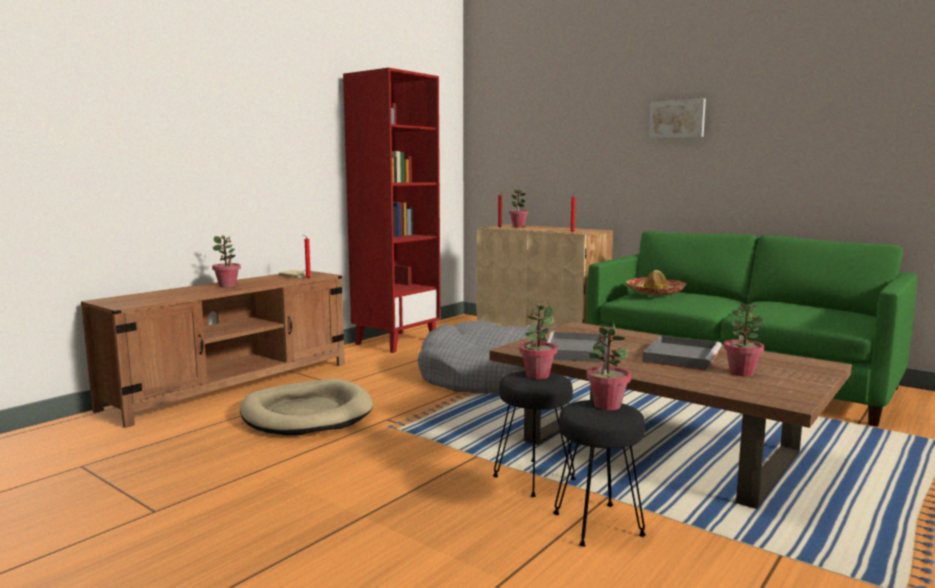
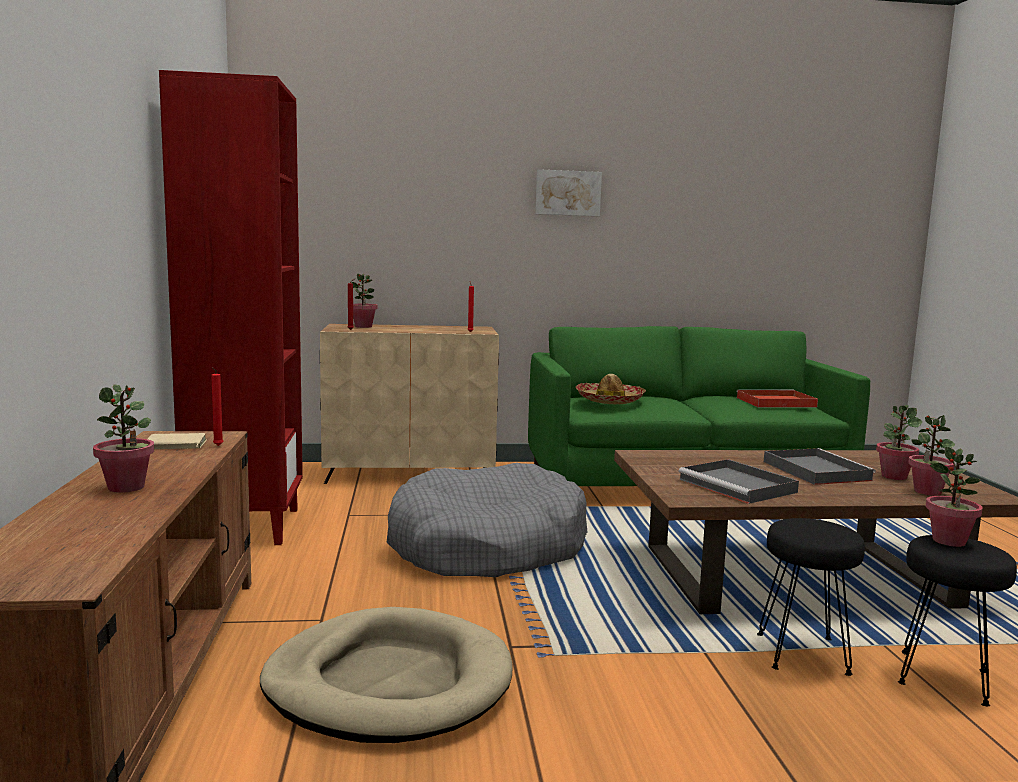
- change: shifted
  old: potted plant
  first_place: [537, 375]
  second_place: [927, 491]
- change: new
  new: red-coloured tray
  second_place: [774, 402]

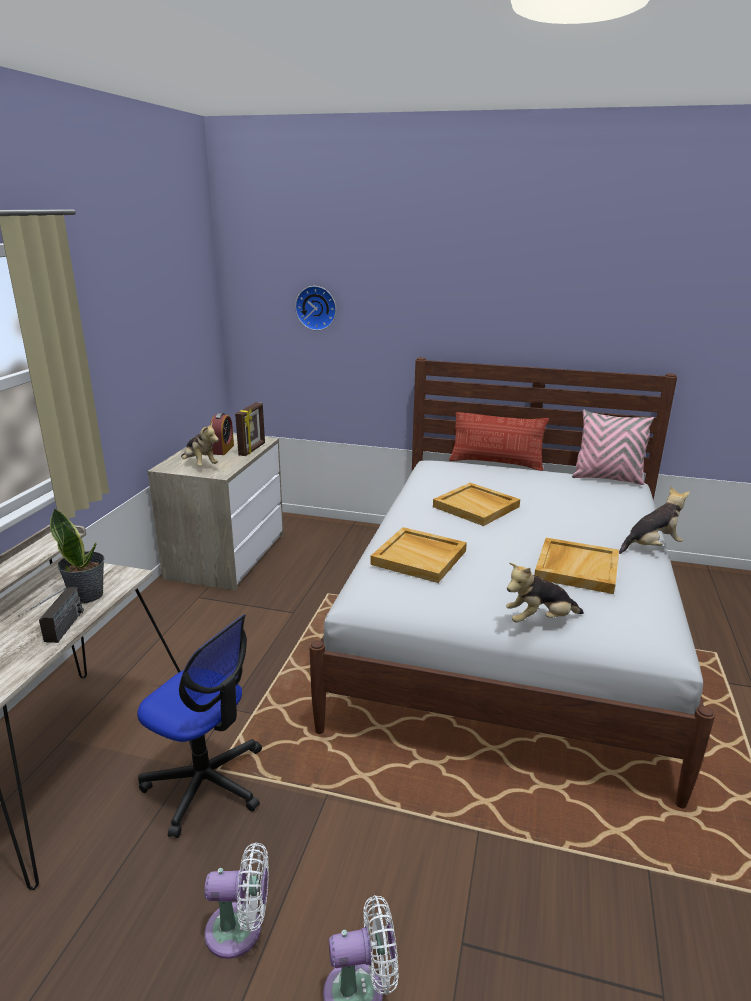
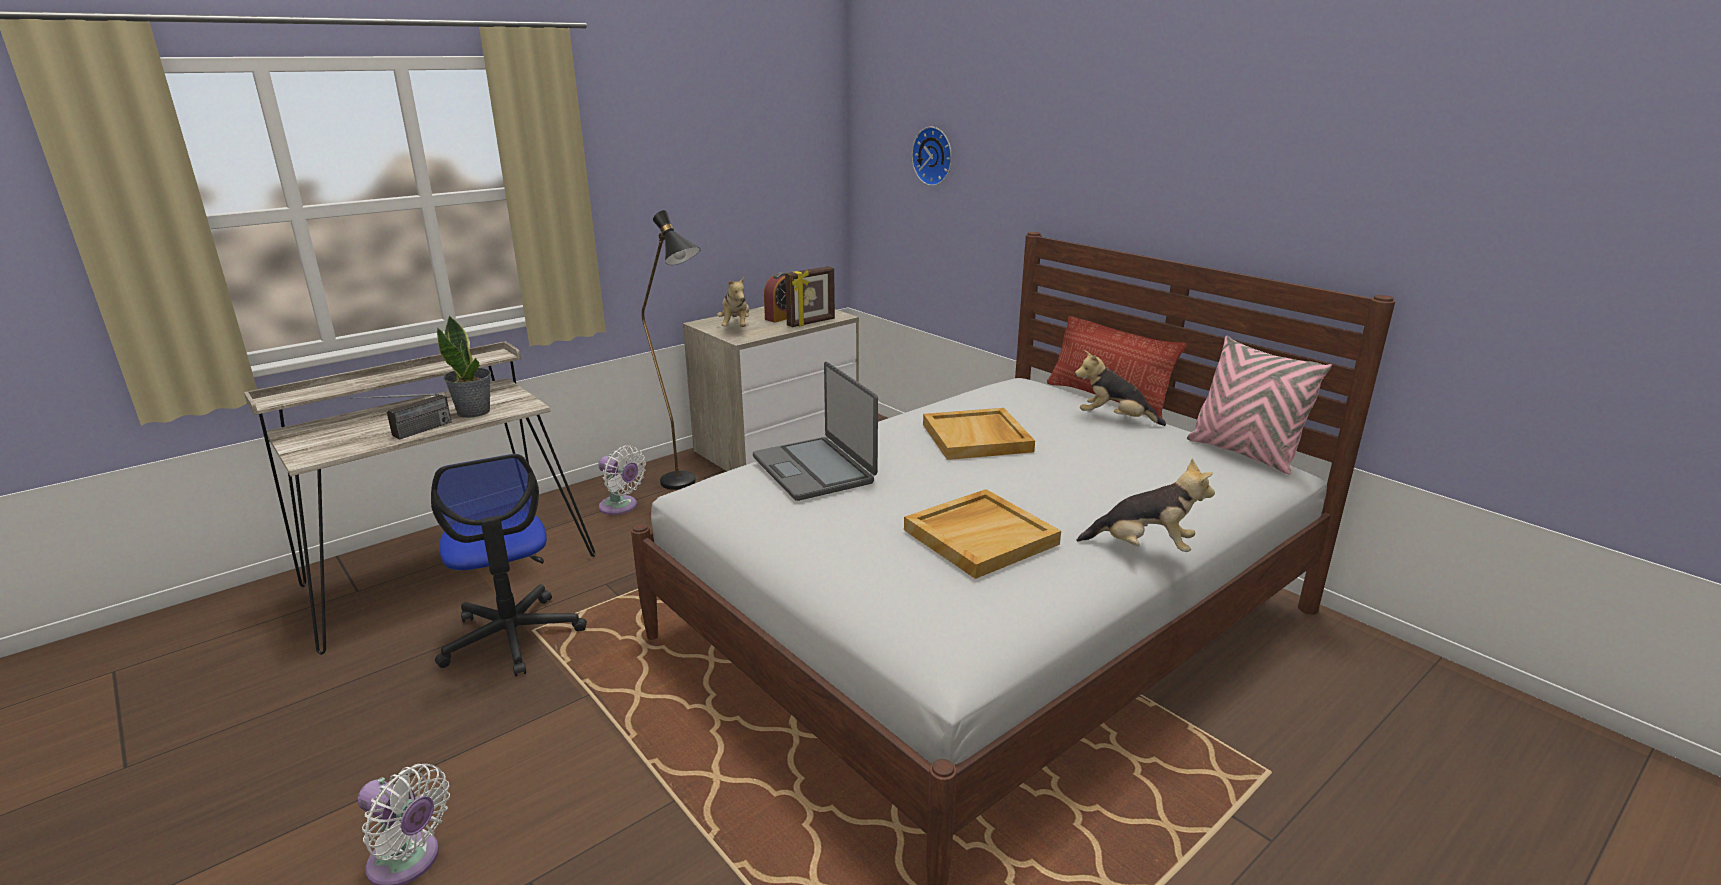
- change: swapped
  old: beige-coloured tray
  new: notebook computer
  first_place: [420, 557]
  second_place: [814, 469]
- change: shifted
  old: soft toy
  first_place: [539, 620]
  second_place: [1114, 419]
- change: shifted
  old: whitish electric fan
  first_place: [240, 930]
  second_place: [621, 507]
- change: new
  new: black standard lamp
  second_place: [686, 485]

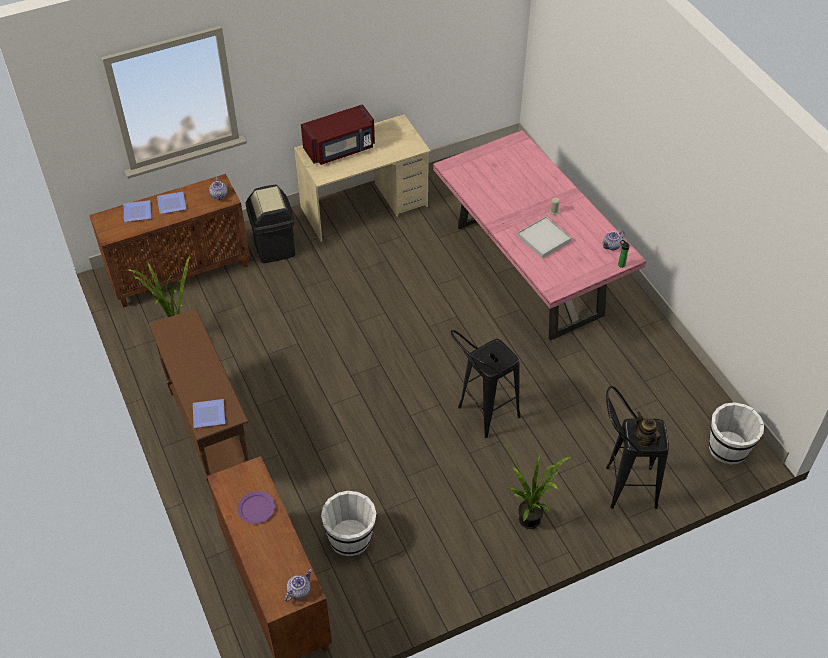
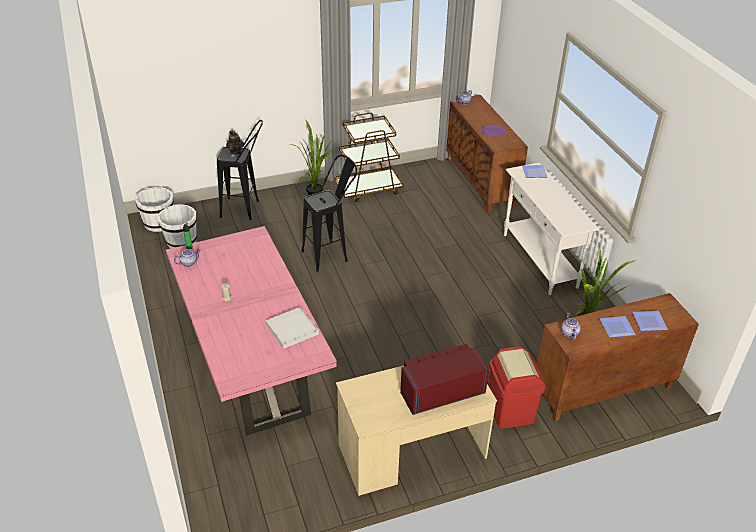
- change: repainted
  old: black waste bin
  new: red-coloured waste bin
  first_place: [275, 247]
  second_place: [509, 410]
- change: shifted
  old: whitish tray
  first_place: [544, 239]
  second_place: [292, 329]
- change: repainted
  old: brown-coloured console table
  new: whitish console table
  first_place: [210, 432]
  second_place: [539, 261]
- change: shifted
  old: whitish bucket
  first_place: [350, 538]
  second_place: [181, 241]
- change: new
  new: brown-coloured trolley
  second_place: [369, 189]

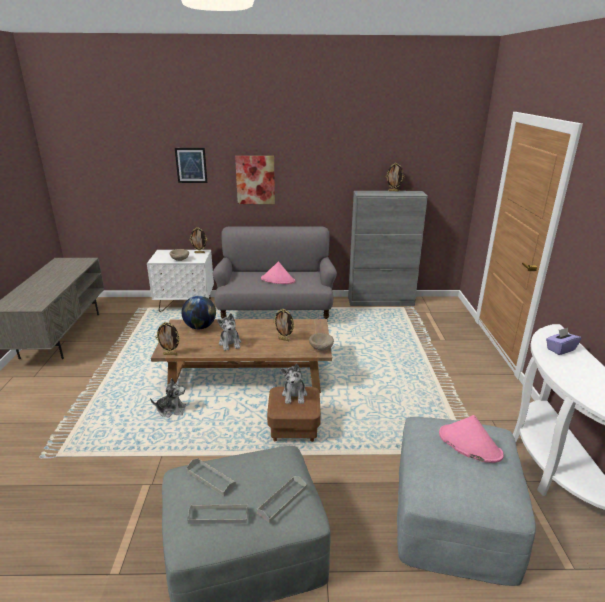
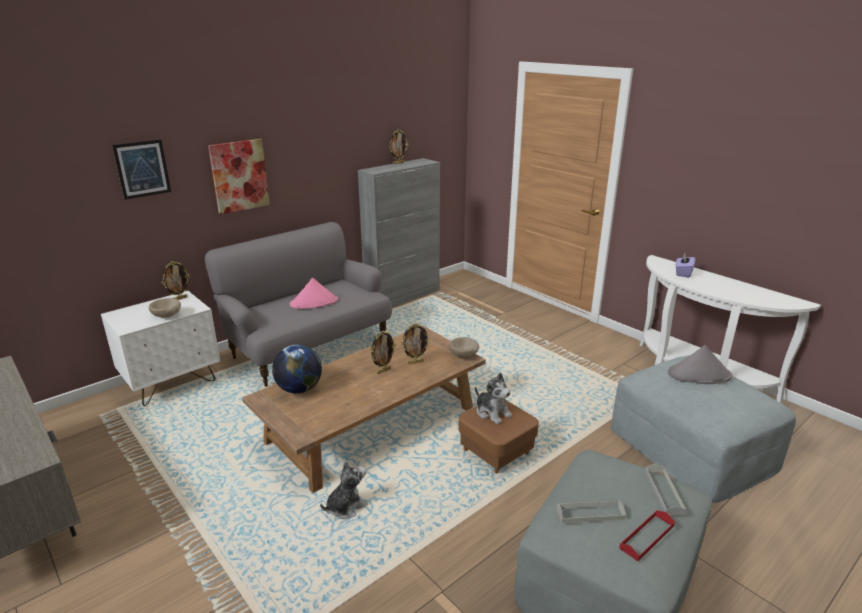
- change: gone
  old: soft toy
  first_place: [230, 343]
- change: shifted
  old: photo frame
  first_place: [170, 354]
  second_place: [383, 370]
- change: repainted
  old: pinkish clothing hat
  new: grey clothing hat
  first_place: [469, 444]
  second_place: [699, 375]
- change: repainted
  old: grey tray
  new: red-coloured tray
  first_place: [218, 515]
  second_place: [647, 537]

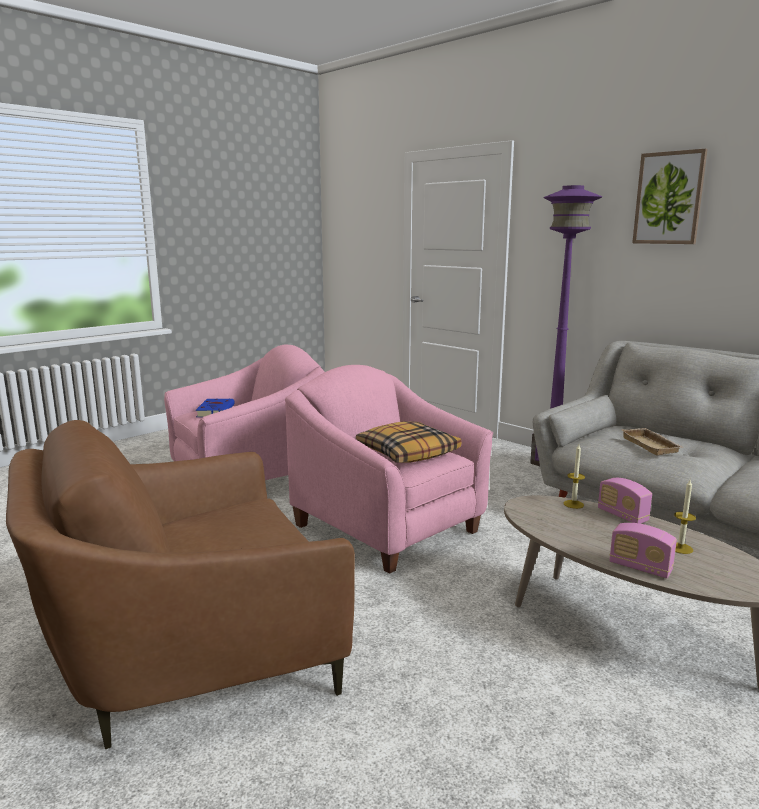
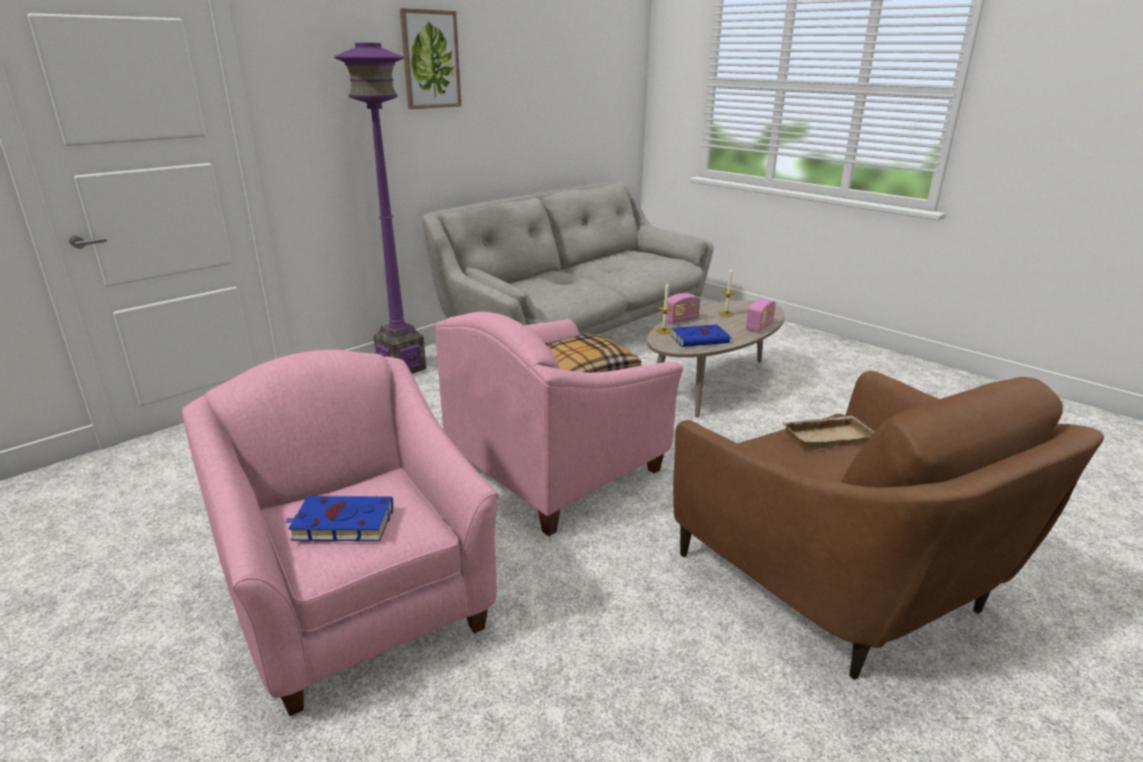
- change: shifted
  old: beige-coloured tray
  first_place: [652, 445]
  second_place: [827, 436]
- change: new
  new: bluish volume
  second_place: [701, 339]

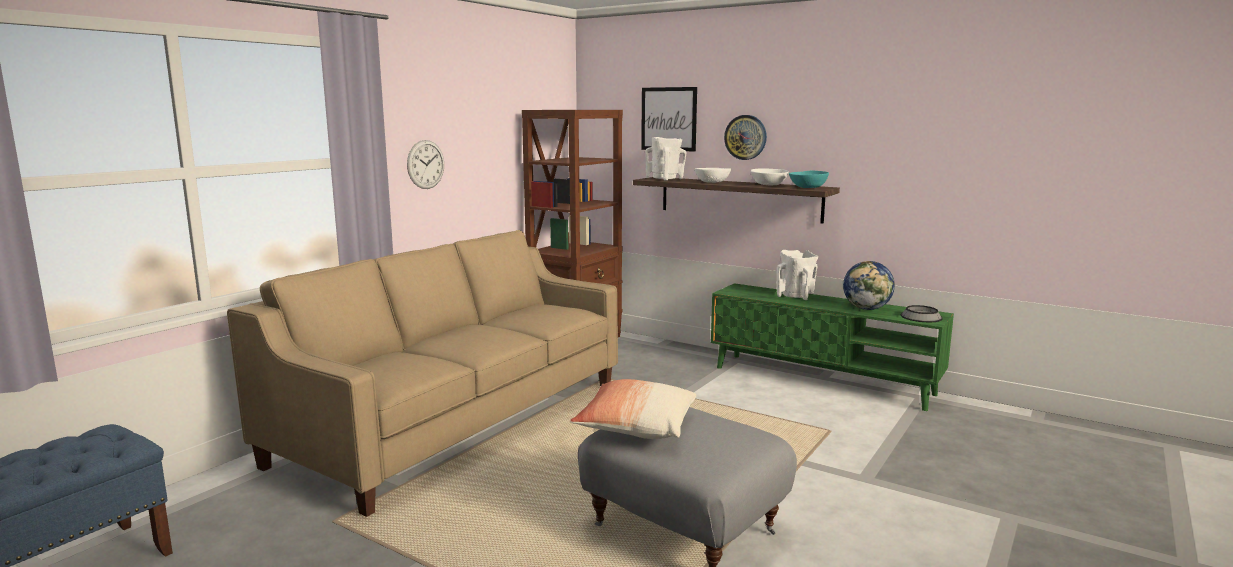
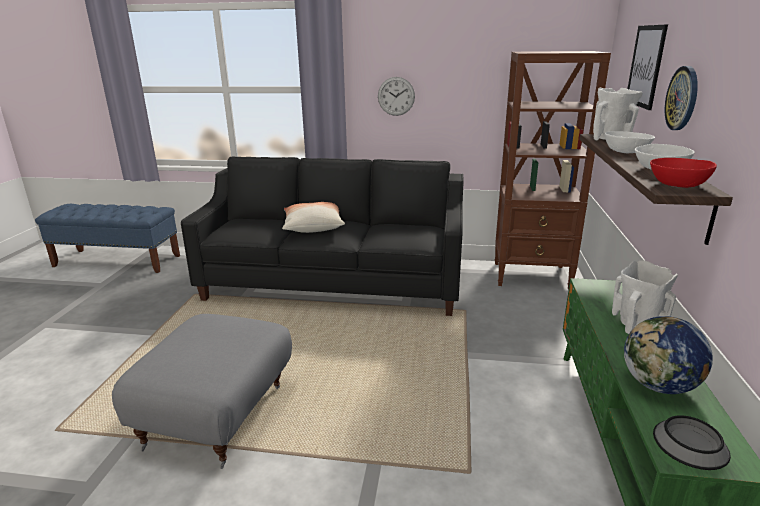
- change: repainted
  old: turquoise-coloured deep dish
  new: red-coloured deep dish
  first_place: [808, 187]
  second_place: [677, 184]
- change: repainted
  old: beige-coloured couch
  new: black couch
  first_place: [457, 421]
  second_place: [335, 283]
- change: shifted
  old: throw pillow
  first_place: [636, 427]
  second_place: [313, 227]

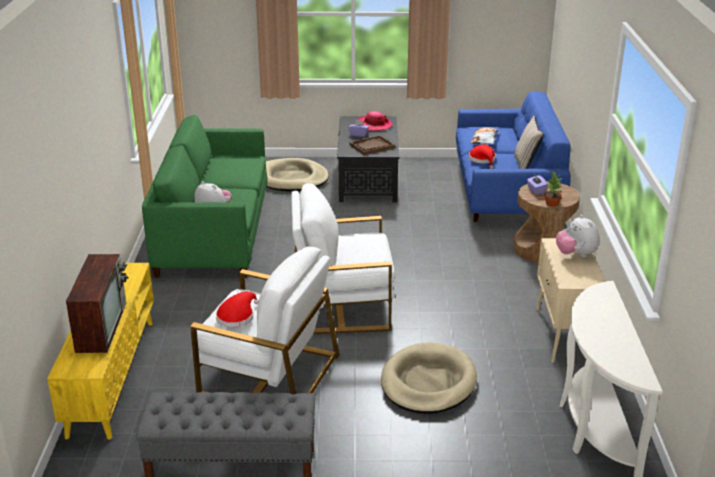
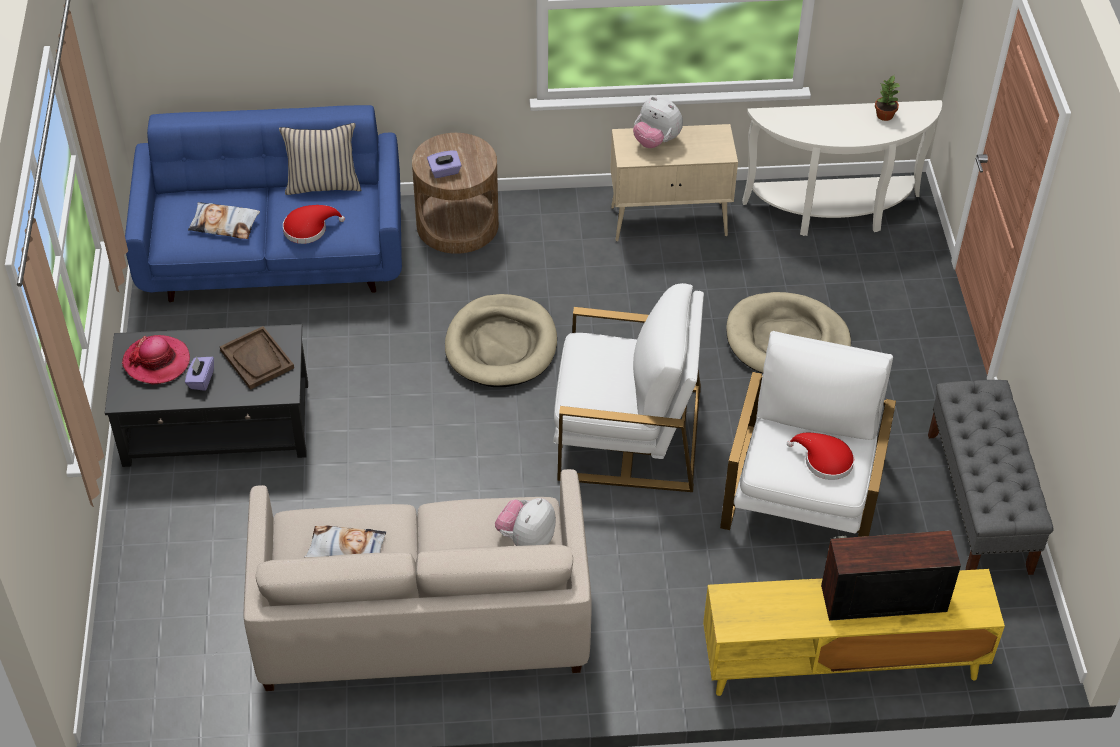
- change: repainted
  old: greenish couch
  new: beige-coloured couch
  first_place: [213, 232]
  second_place: [421, 618]
- change: shifted
  old: beige-coloured dog bed
  first_place: [292, 179]
  second_place: [501, 345]
- change: shifted
  old: potted plant
  first_place: [551, 203]
  second_place: [884, 115]
- change: rotated
  old: whitish armchair
  first_place: [340, 304]
  second_place: [628, 433]
  degrees: -75
- change: rotated
  old: soft toy
  first_place: [576, 254]
  second_place: [656, 141]
  degrees: 60
- change: new
  new: throw pillow
  second_place: [346, 549]

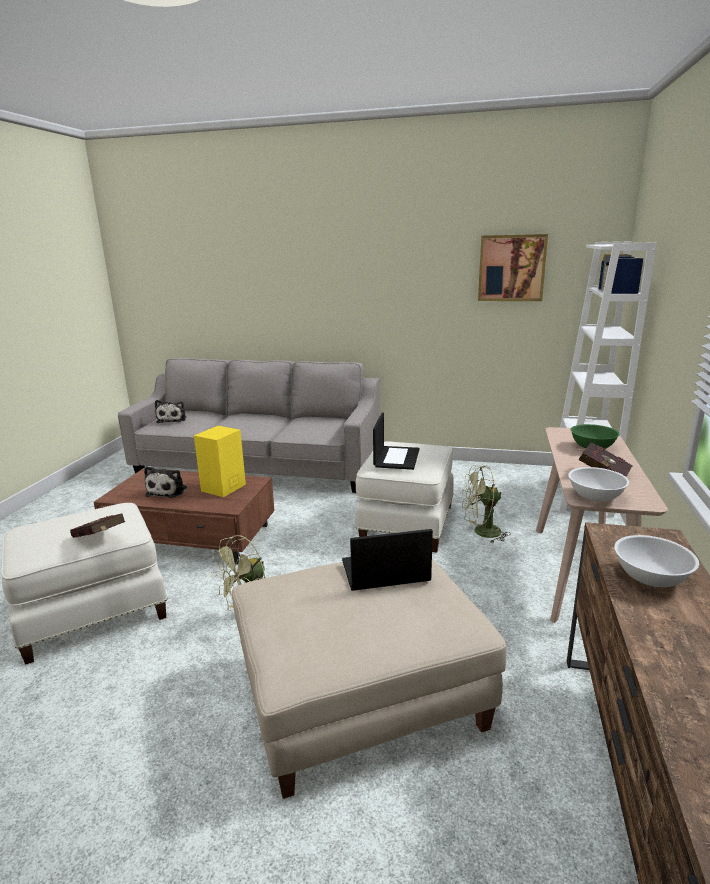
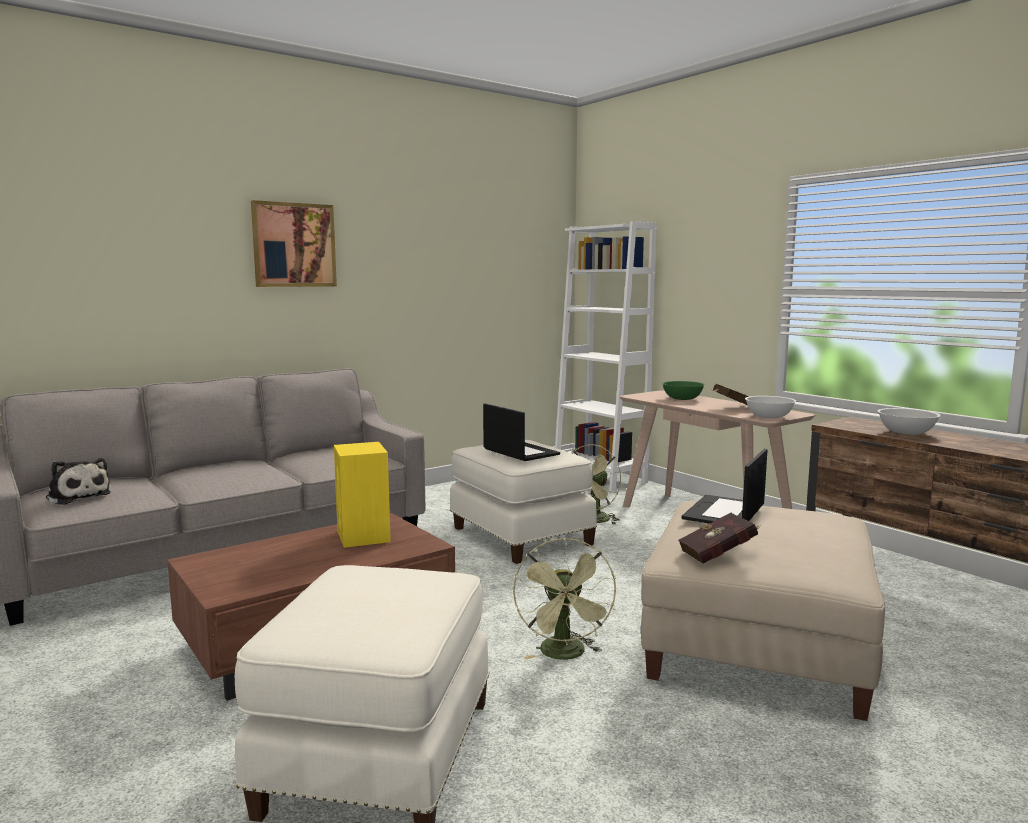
- change: shifted
  old: wall art
  first_place: [511, 268]
  second_place: [294, 245]
- change: gone
  old: soft toy
  first_place: [168, 491]
- change: shifted
  old: red-coloured volume
  first_place: [100, 539]
  second_place: [720, 555]

